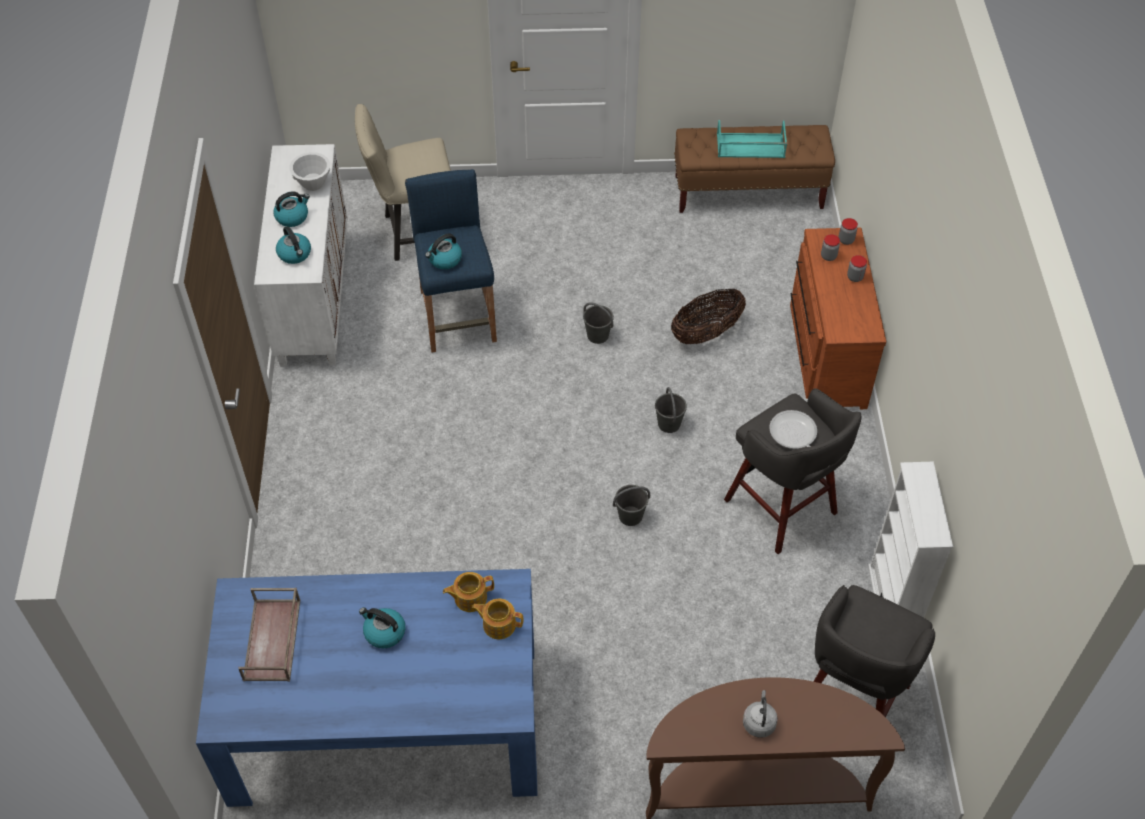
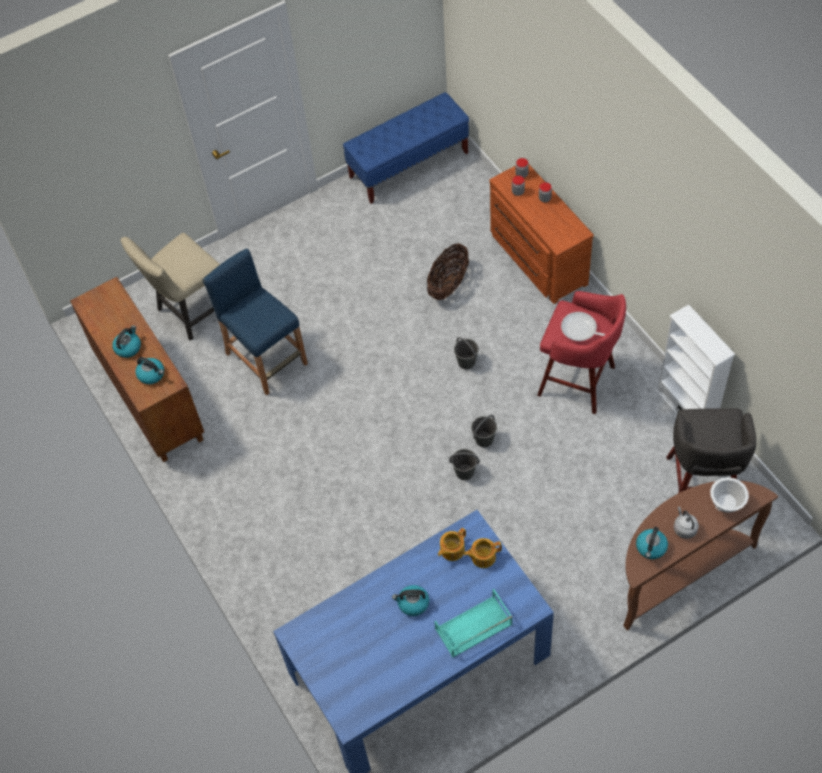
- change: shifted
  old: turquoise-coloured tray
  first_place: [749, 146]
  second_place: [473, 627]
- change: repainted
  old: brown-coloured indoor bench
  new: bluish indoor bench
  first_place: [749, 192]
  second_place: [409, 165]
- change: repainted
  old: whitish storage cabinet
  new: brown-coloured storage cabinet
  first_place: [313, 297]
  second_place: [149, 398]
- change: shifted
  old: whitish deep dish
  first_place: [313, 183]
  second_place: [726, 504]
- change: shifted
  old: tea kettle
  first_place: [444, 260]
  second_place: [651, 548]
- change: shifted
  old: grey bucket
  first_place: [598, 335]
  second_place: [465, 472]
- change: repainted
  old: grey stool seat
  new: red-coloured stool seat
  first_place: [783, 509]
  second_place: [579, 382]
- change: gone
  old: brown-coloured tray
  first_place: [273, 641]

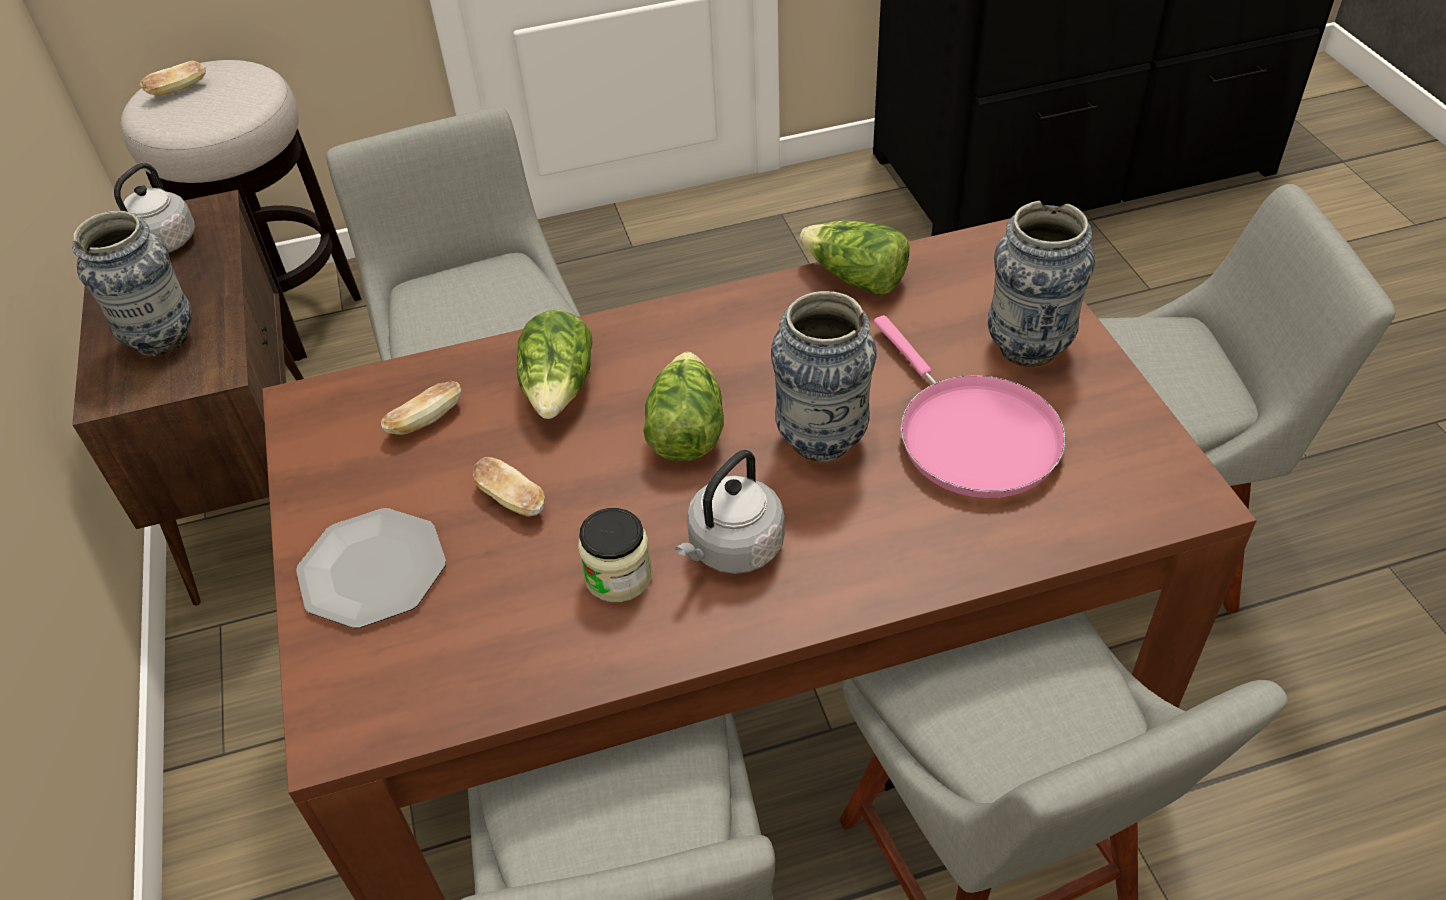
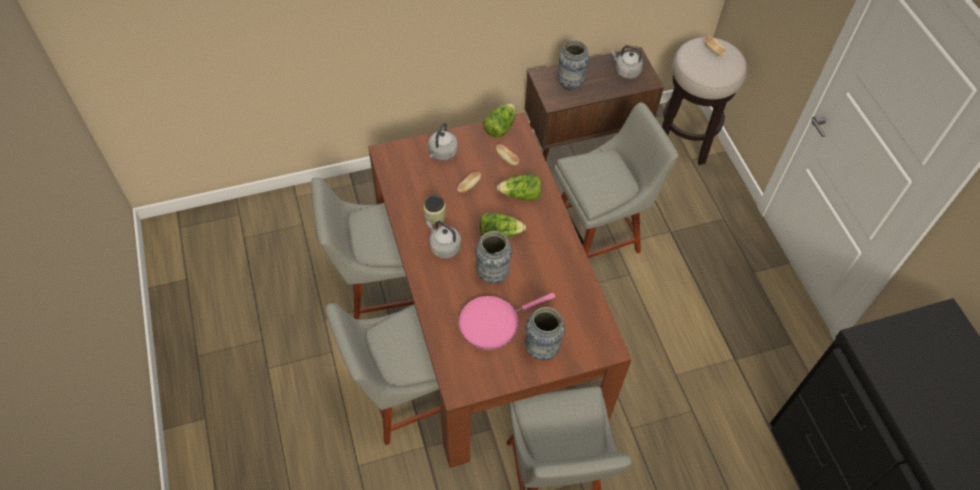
- change: shifted
  old: head of lettuce
  first_place: [855, 278]
  second_place: [499, 127]
- change: swapped
  old: flat dish
  new: grey tea kettle
  first_place: [373, 570]
  second_place: [442, 153]

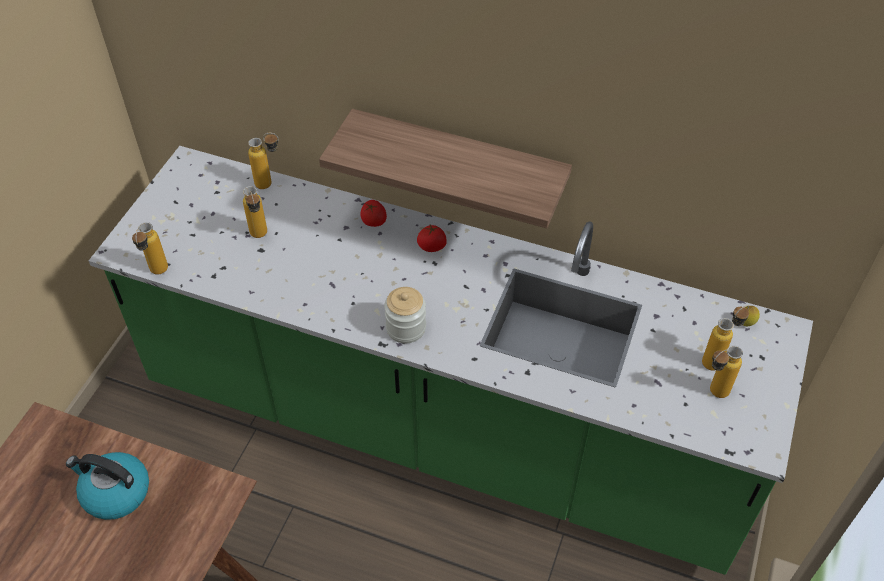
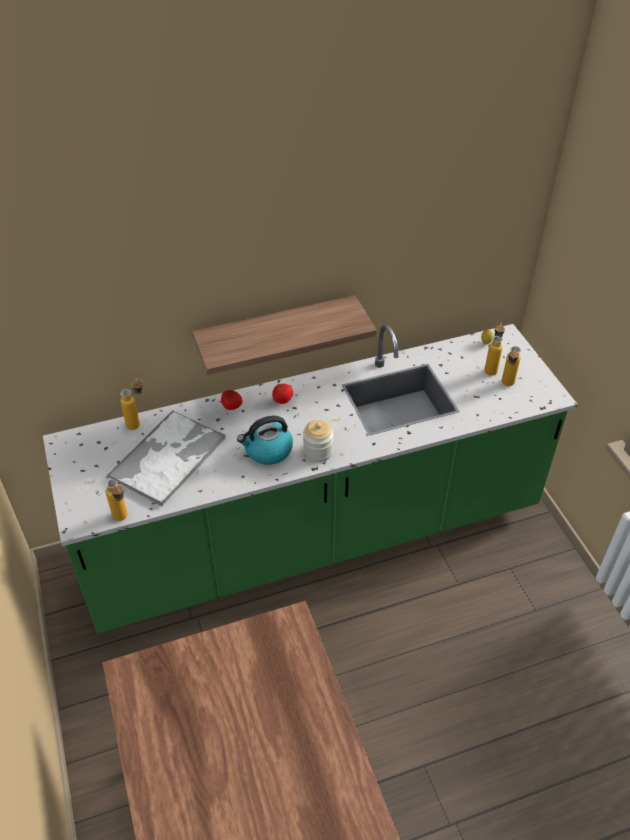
- change: swapped
  old: drink bottle
  new: tray
  first_place: [260, 237]
  second_place: [168, 457]
- change: shifted
  old: tea kettle
  first_place: [115, 493]
  second_place: [268, 451]

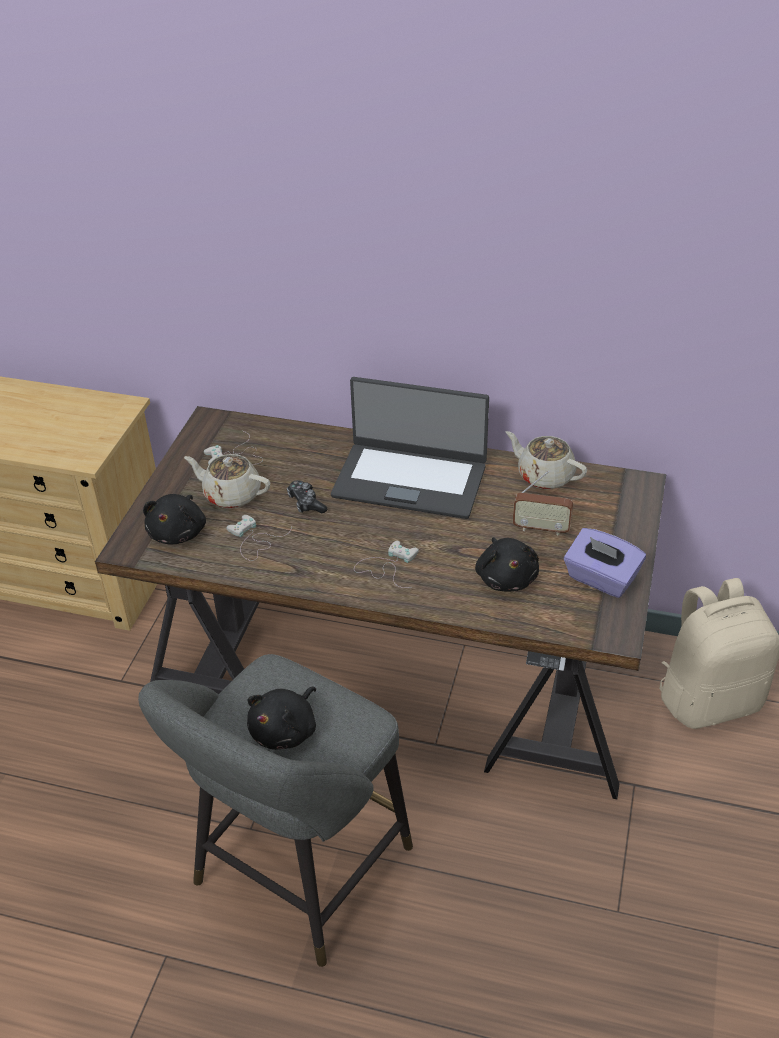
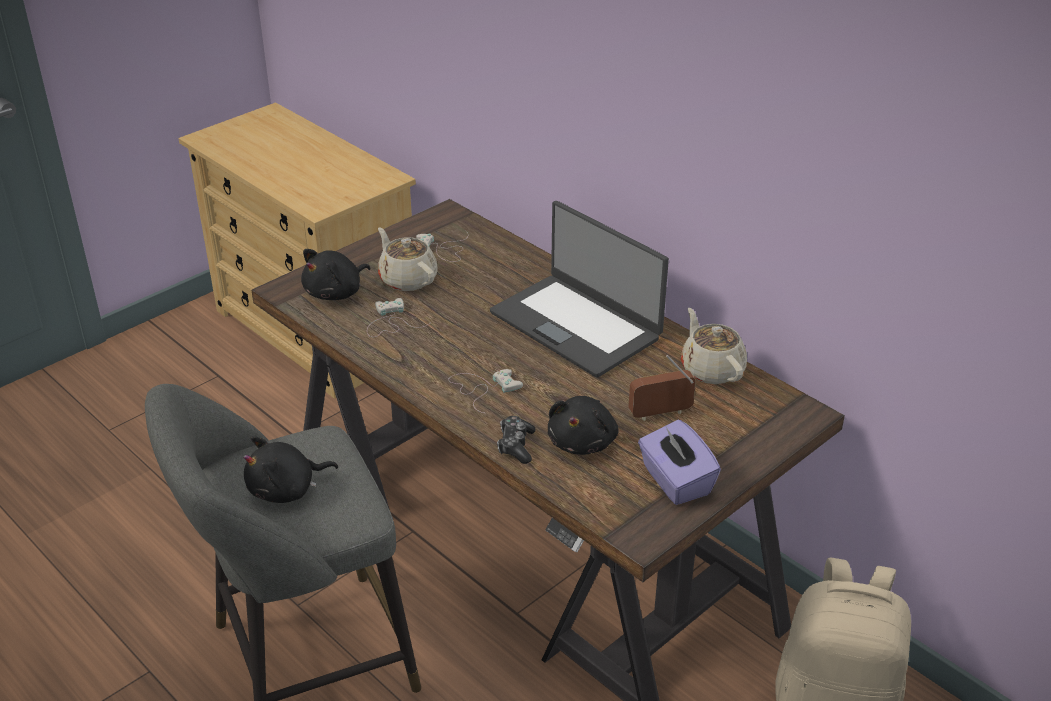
- change: rotated
  old: radio set
  first_place: [541, 528]
  second_place: [660, 413]
  degrees: 120
- change: shifted
  old: game controller
  first_place: [306, 503]
  second_place: [516, 445]

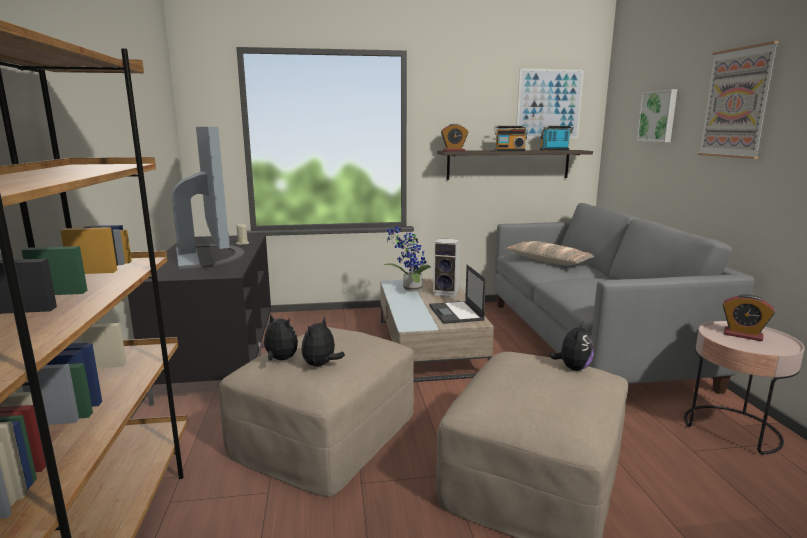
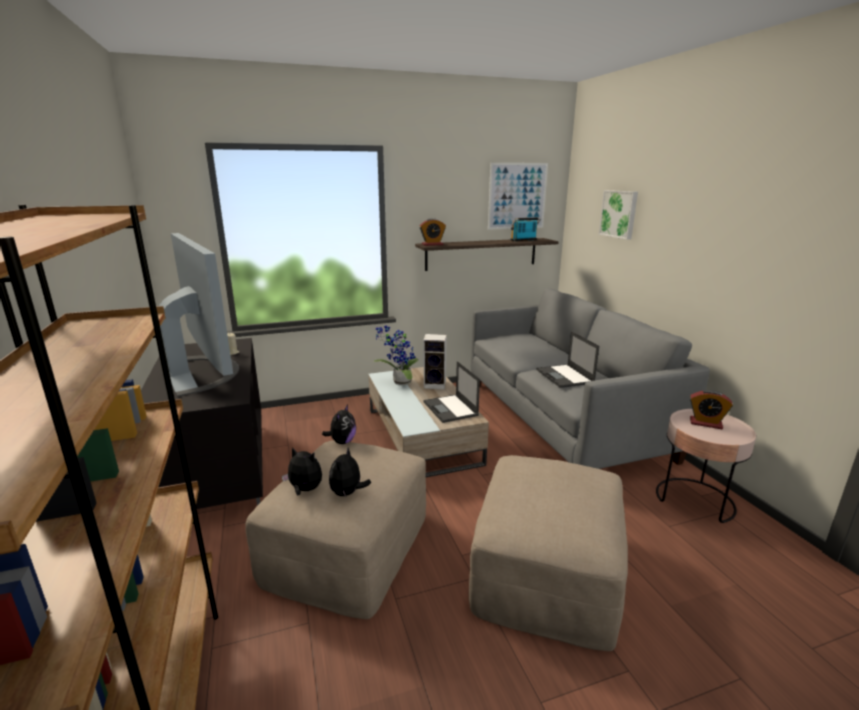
- change: gone
  old: wall art
  first_place: [736, 103]
- change: gone
  old: radio set
  first_place: [509, 150]
- change: gone
  old: throw pillow
  first_place: [548, 261]
- change: shifted
  old: soft toy
  first_place: [572, 368]
  second_place: [342, 442]
- change: new
  new: notebook computer
  second_place: [565, 376]

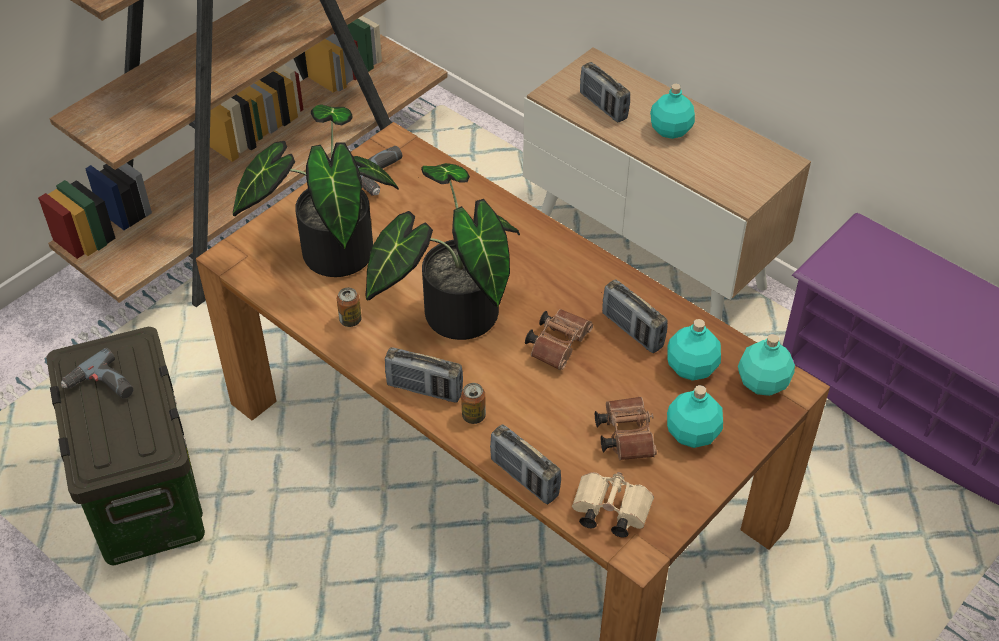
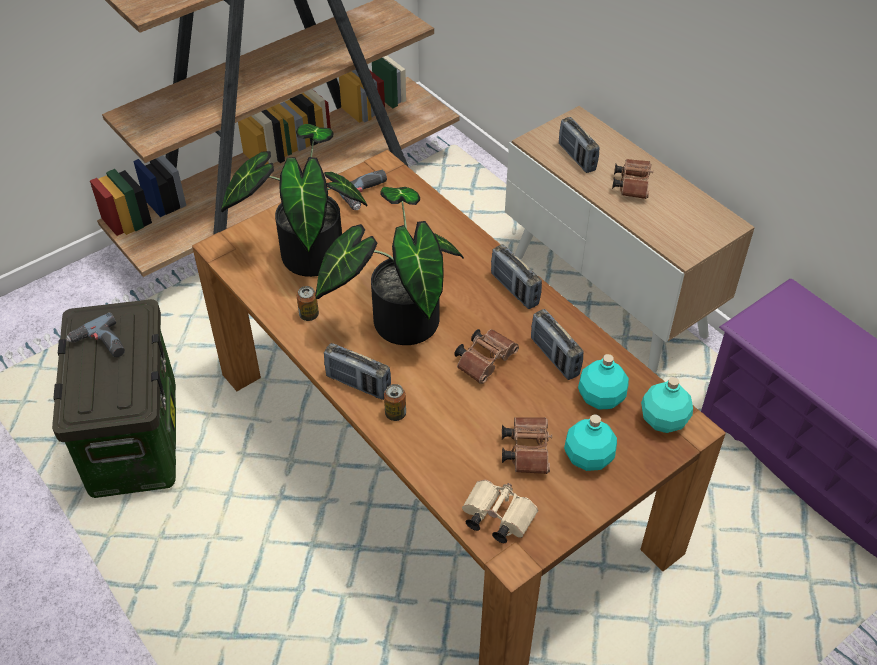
- change: swapped
  old: turquoise-coloured drink bottle
  new: brown-coloured pair of binoculars
  first_place: [670, 130]
  second_place: [632, 184]
- change: shifted
  old: radio set
  first_place: [524, 478]
  second_place: [514, 289]

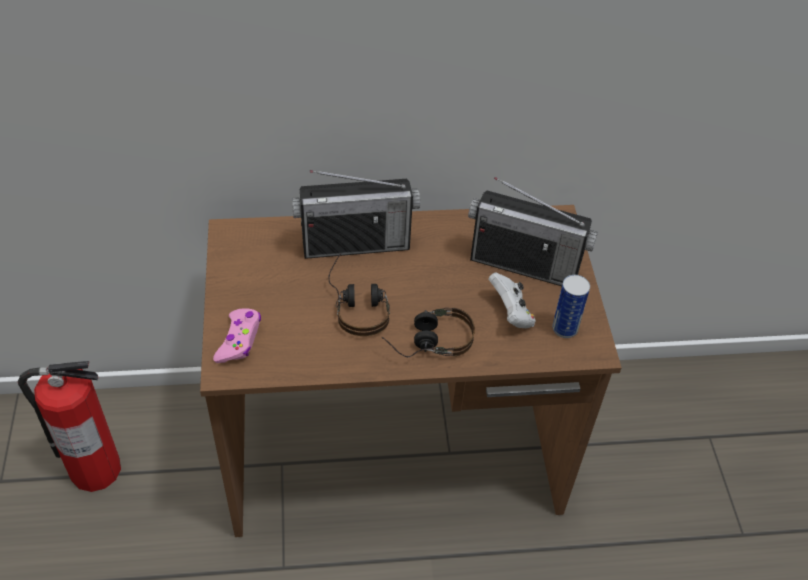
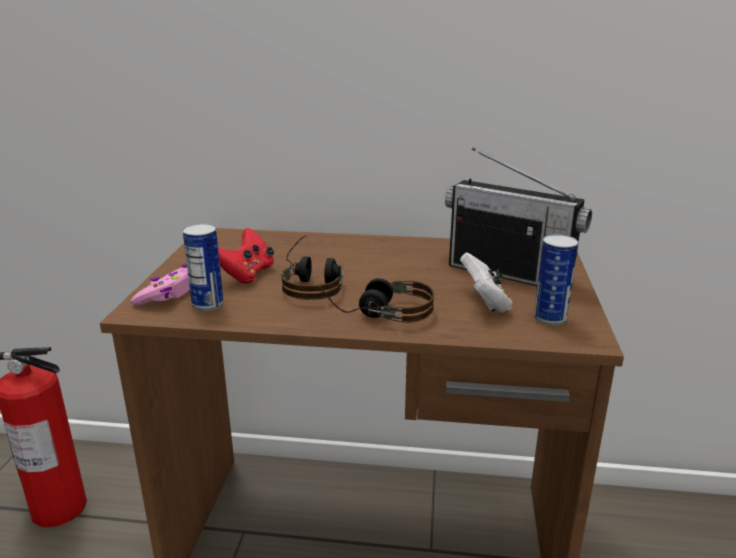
- change: gone
  old: radio set
  first_place: [355, 244]
- change: new
  new: can
  second_place: [208, 304]
- change: new
  new: red-coloured game controller
  second_place: [247, 274]

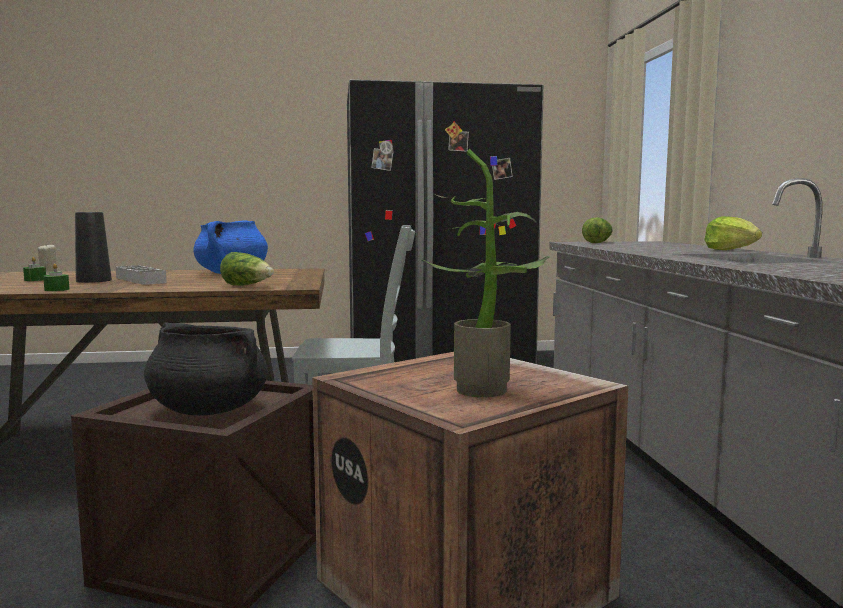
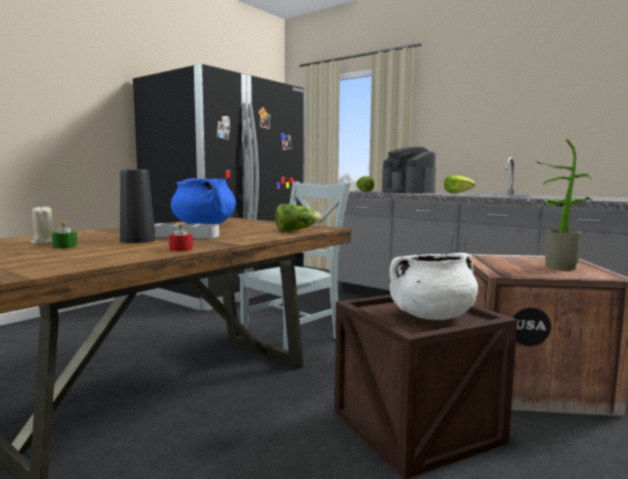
- change: repainted
  old: greenish candle
  new: red-coloured candle
  first_place: [57, 289]
  second_place: [181, 249]
- change: repainted
  old: black saucepot
  new: whitish saucepot
  first_place: [208, 410]
  second_place: [431, 316]
- change: new
  new: coffee machine
  second_place: [408, 192]

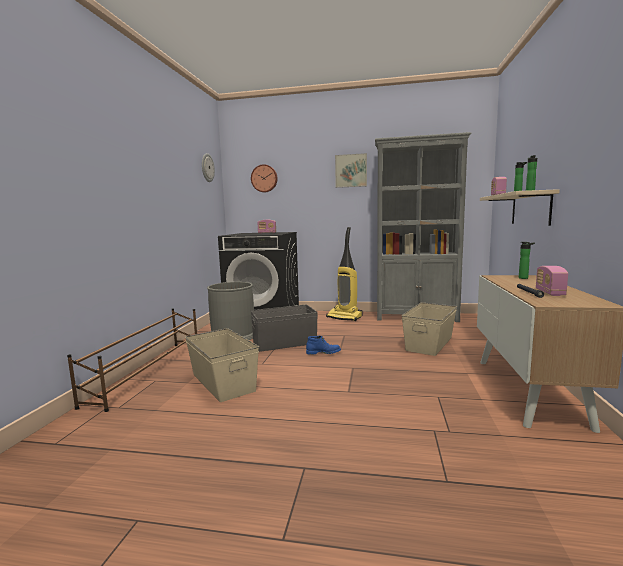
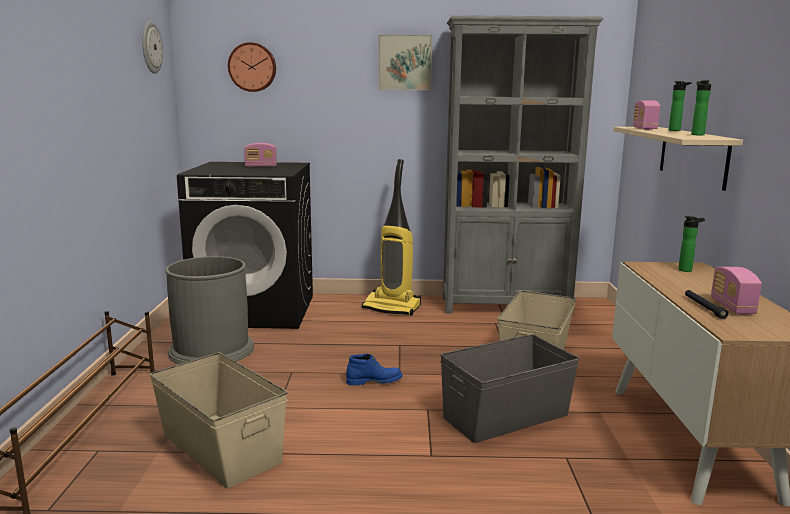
- change: shifted
  old: grey storage container
  first_place: [285, 343]
  second_place: [507, 416]

